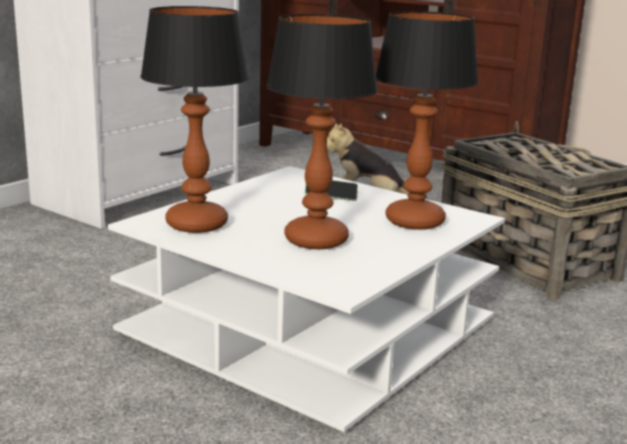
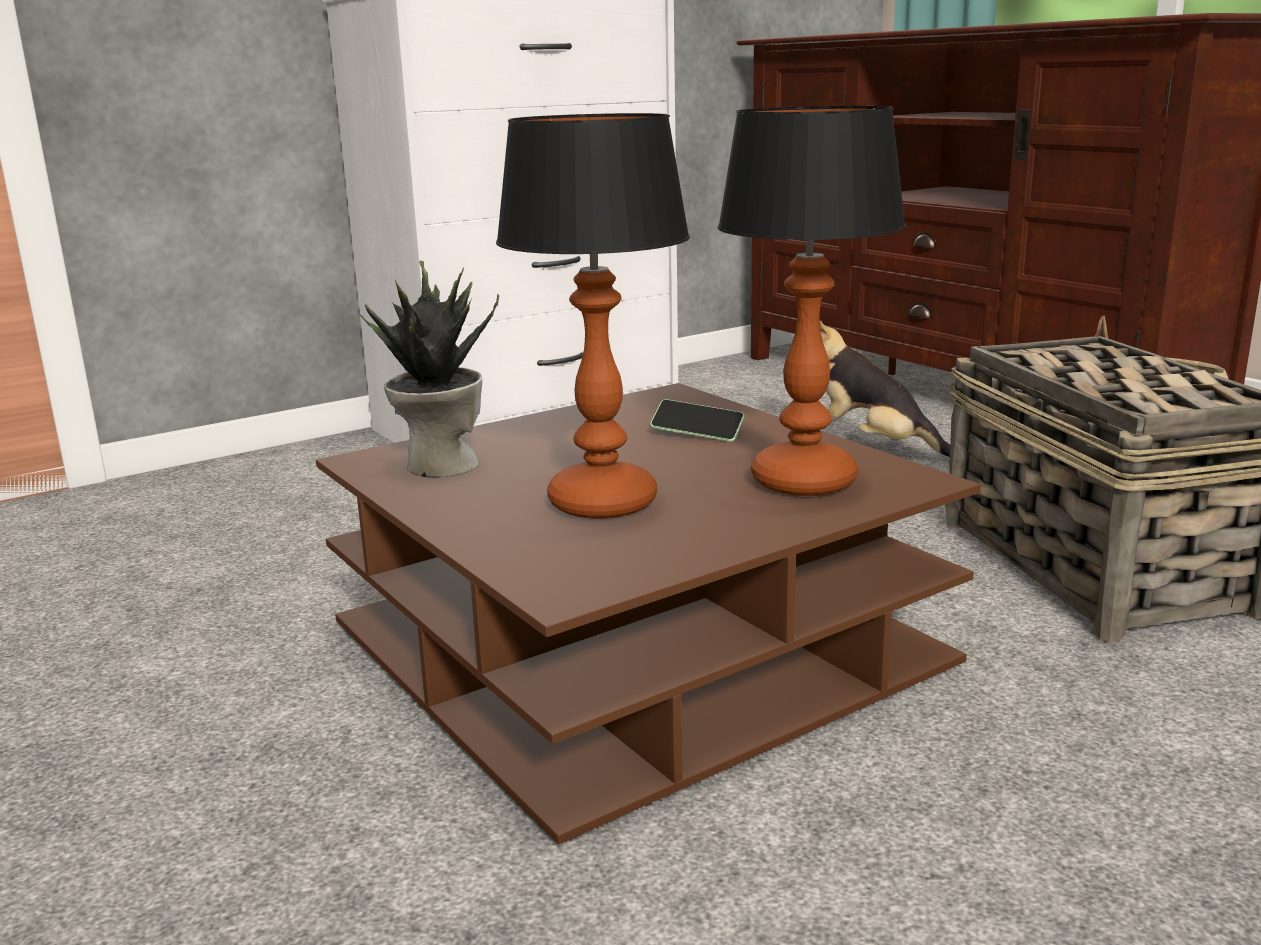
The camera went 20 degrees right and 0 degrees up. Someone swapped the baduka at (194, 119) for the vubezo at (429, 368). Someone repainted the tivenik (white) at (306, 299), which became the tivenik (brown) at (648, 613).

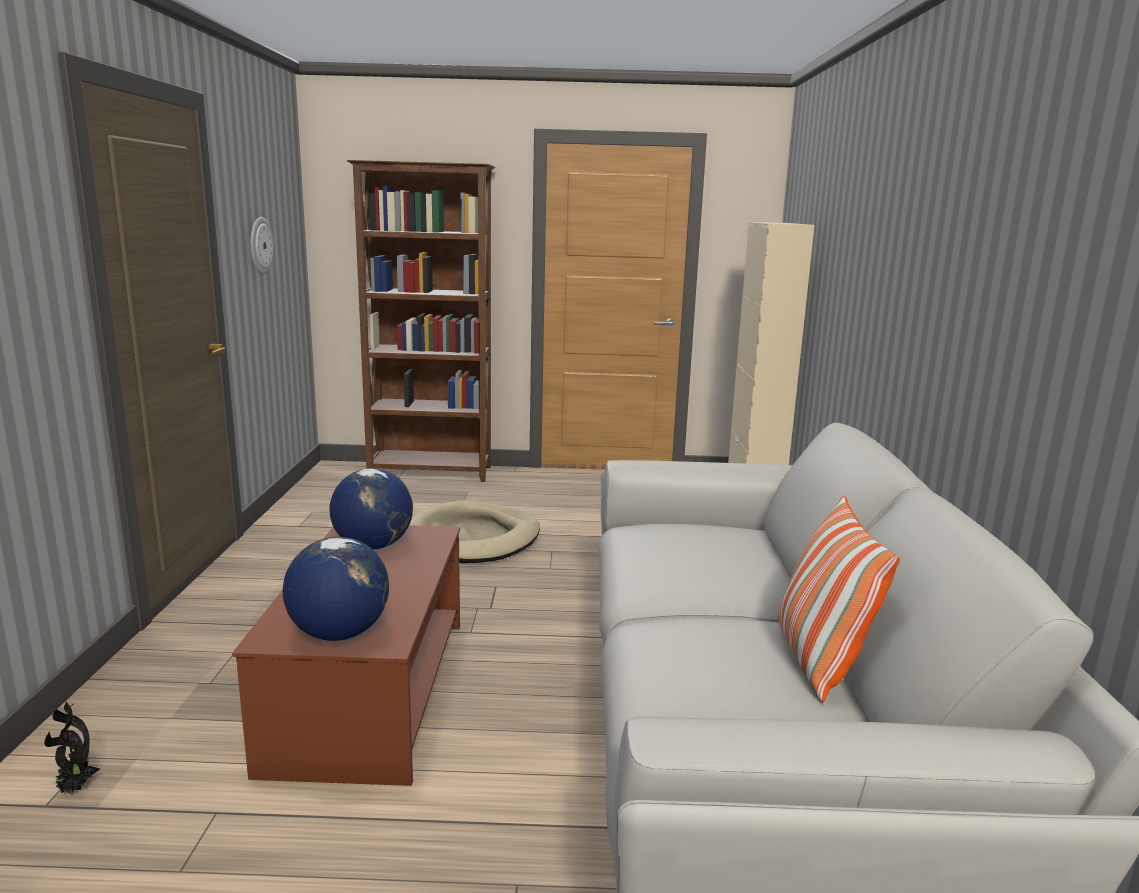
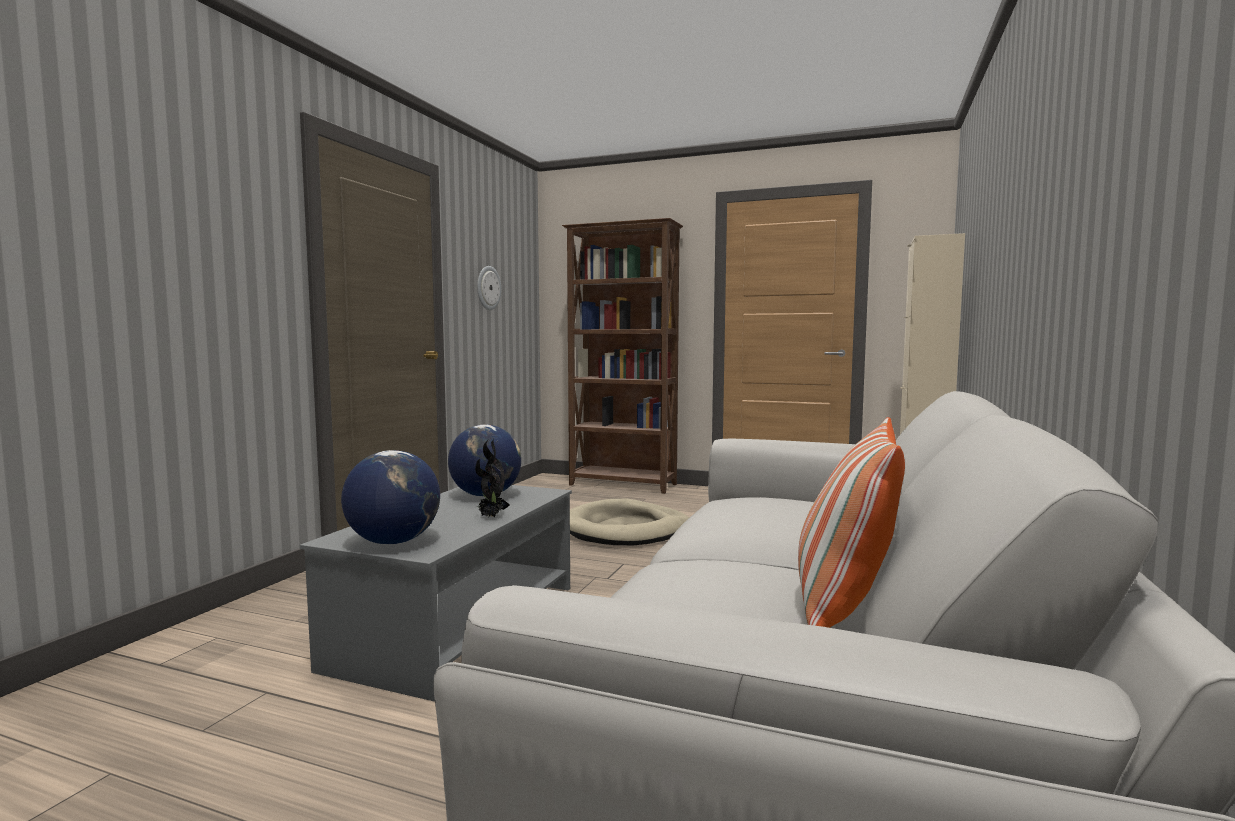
The camera went 20 degrees right and 10 degrees down. Someone repainted the tivenik (brown) at (346, 655), which became the tivenik (grey) at (436, 593). Someone carried the vubezo from (72, 747) to (492, 477).

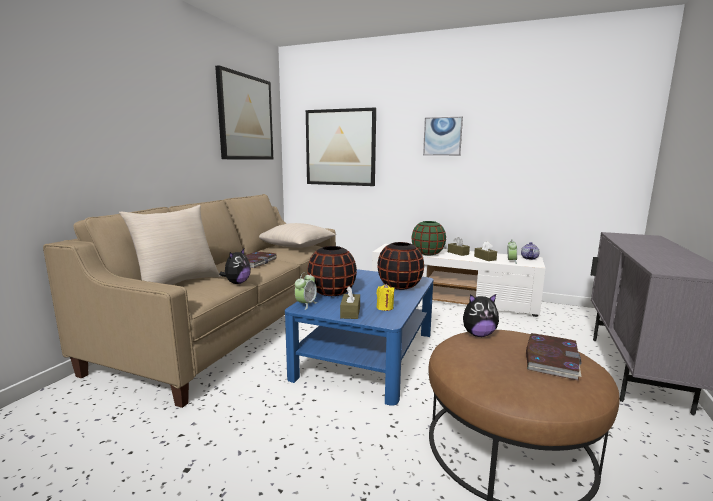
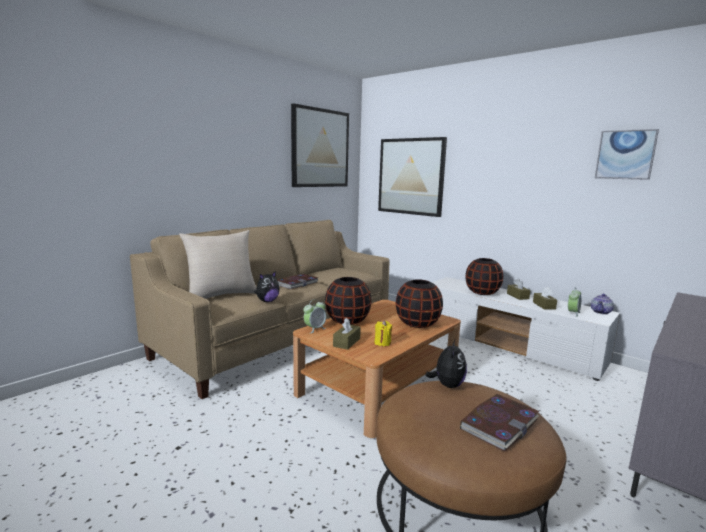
The camera went 20 degrees right and 0 degrees up. Someone carried the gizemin from (443, 136) to (627, 154). Someone repainted the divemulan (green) at (429, 238), which became the divemulan (black) at (484, 276). Someone took away the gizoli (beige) at (297, 235). Someone repainted the tivenik (blue) at (359, 337), which became the tivenik (brown) at (377, 369). Someone rotated the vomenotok at (481, 315) by 90 degrees counterclockwise.

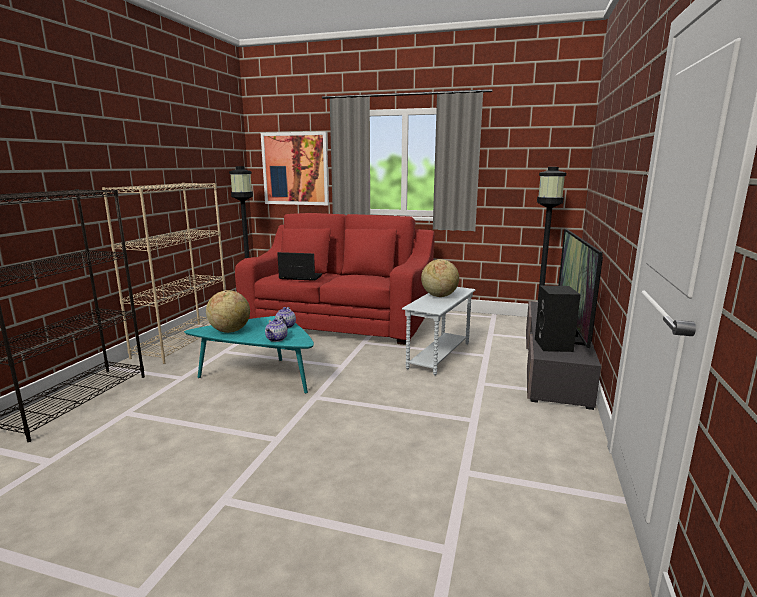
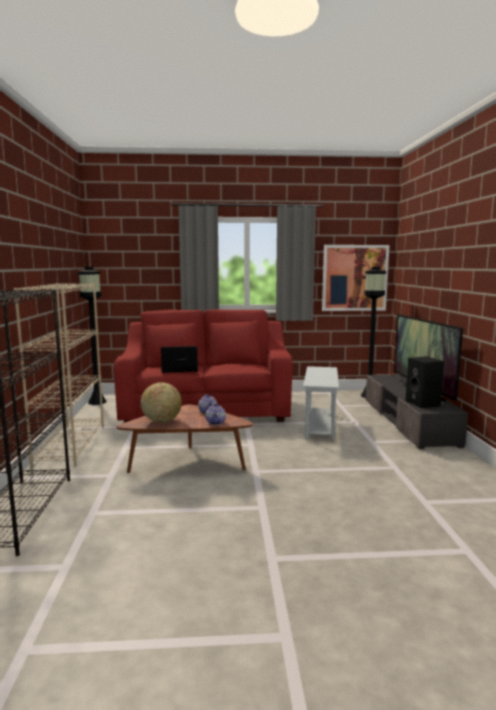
The camera went 20 degrees left and 5 degrees down. Someone carried the gizemin from (295, 168) to (356, 278). Someone took away the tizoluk at (440, 278). Someone repainted the tivenik (turquoise) at (249, 354), which became the tivenik (brown) at (185, 439).

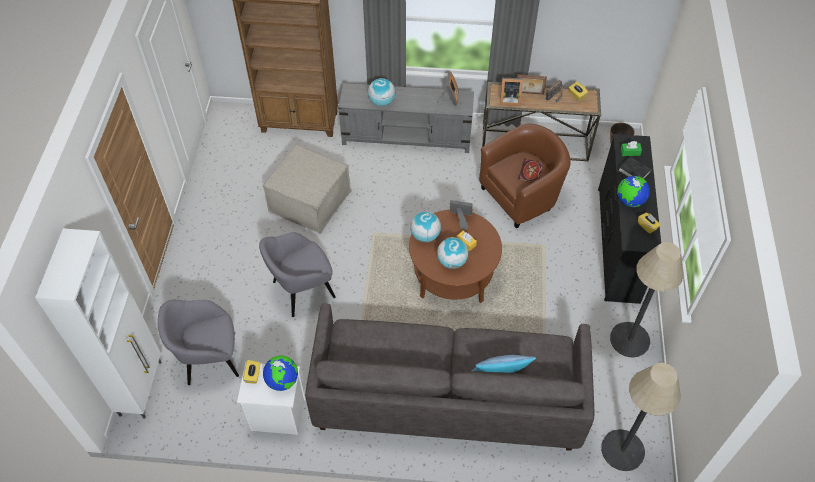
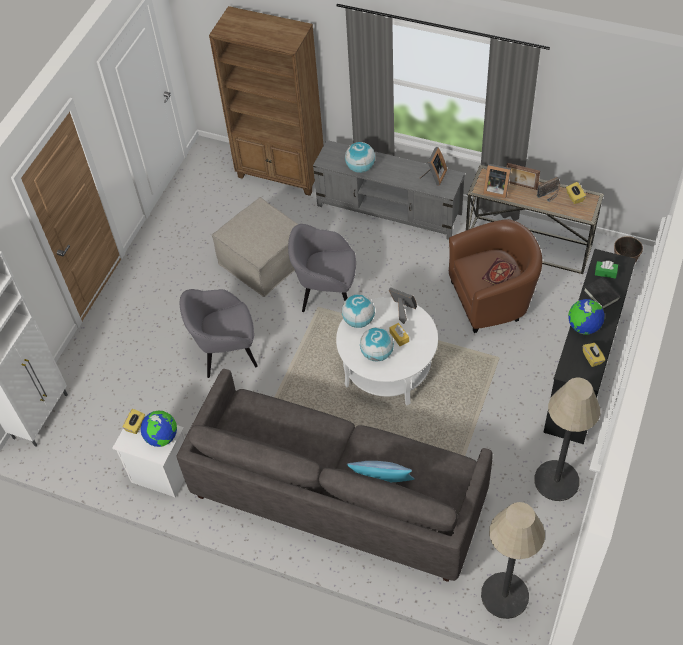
The camera went 20 degrees right and 0 degrees up. Someone repainted the tivenik (brown) at (455, 256), which became the tivenik (white) at (387, 351). Someone carried the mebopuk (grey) from (198, 342) to (322, 268).

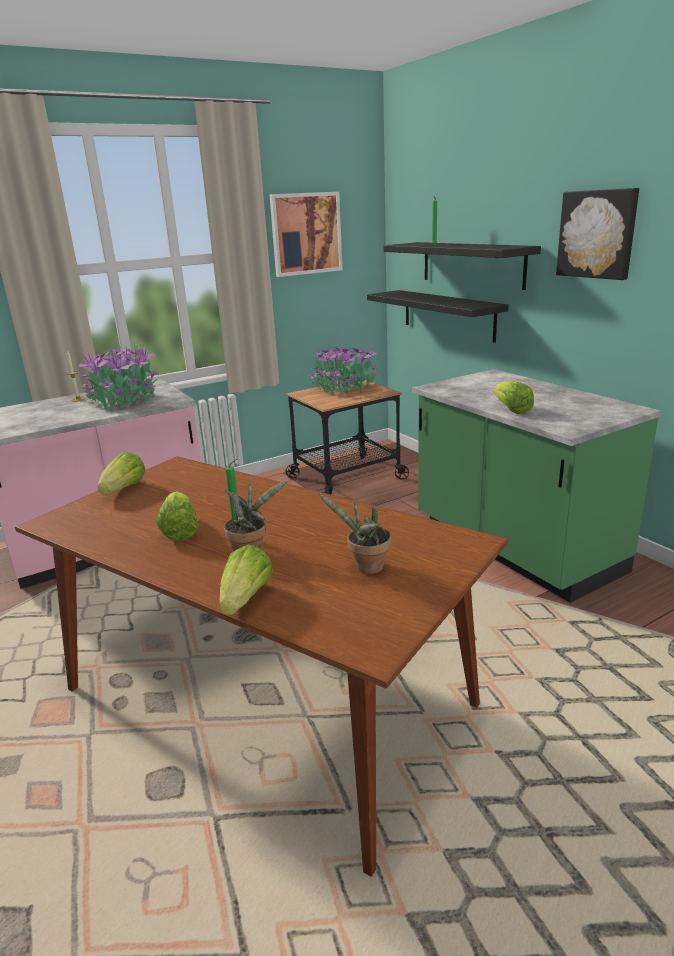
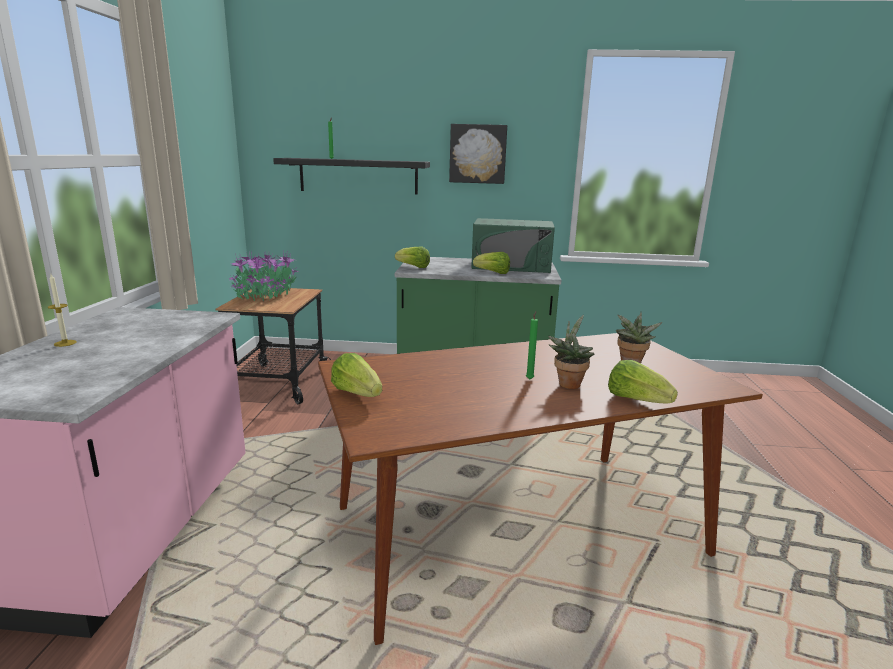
The camera went 55 degrees left and 5 degrees down. Someone took away the gizemin at (306, 234). Someone took away the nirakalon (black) at (438, 316). Someone took away the vubezo at (119, 376). Someone carried the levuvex from (177, 516) to (412, 257). Someone put down the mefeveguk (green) at (513, 245).

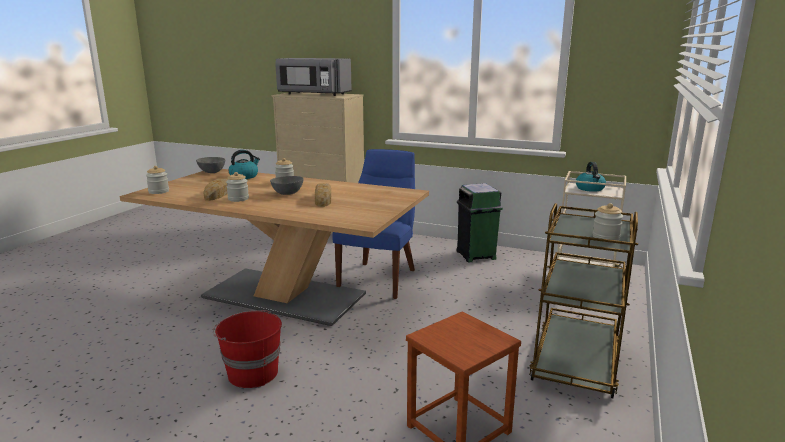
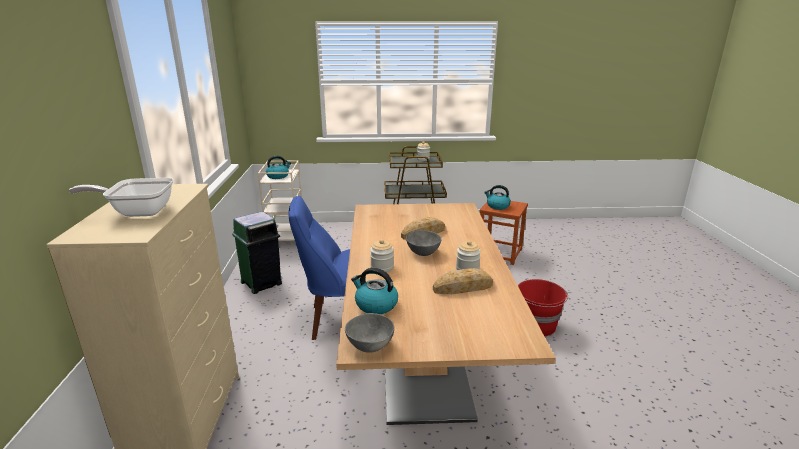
The camera went 115 degrees left and 5 degrees up. Someone swapped the mefeveguk (grey) at (313, 77) for the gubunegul at (121, 197). Someone took away the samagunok at (157, 180). Someone put down the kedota at (497, 197).

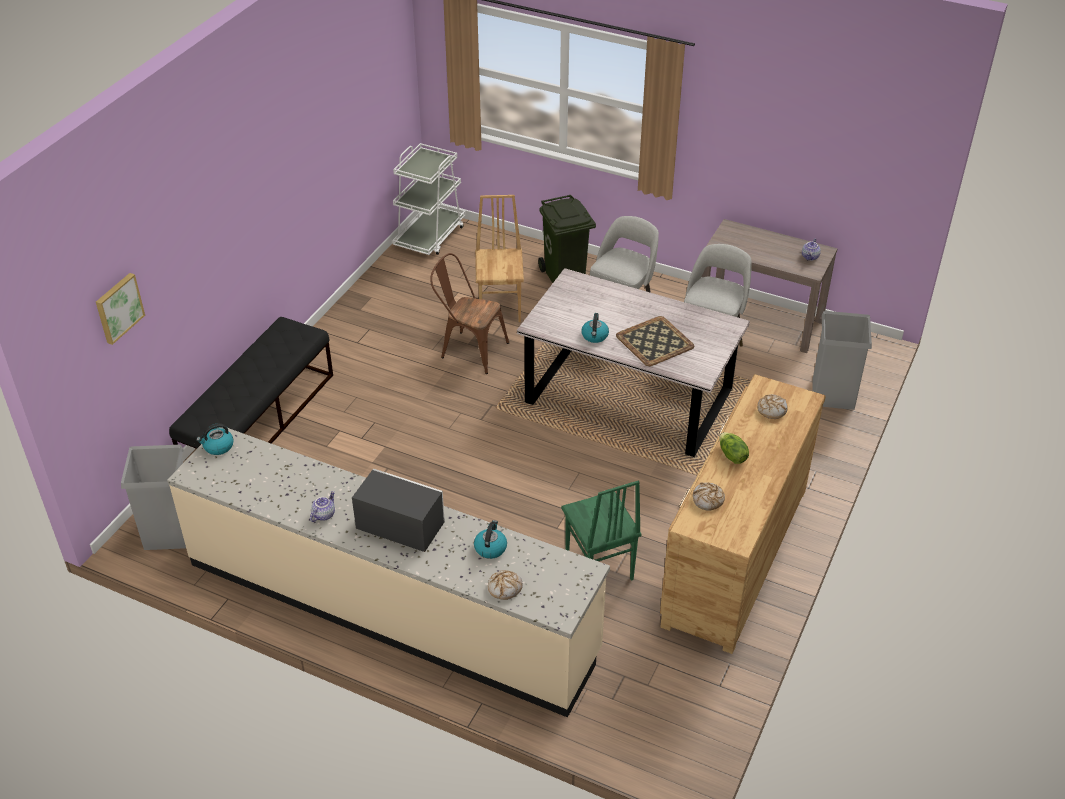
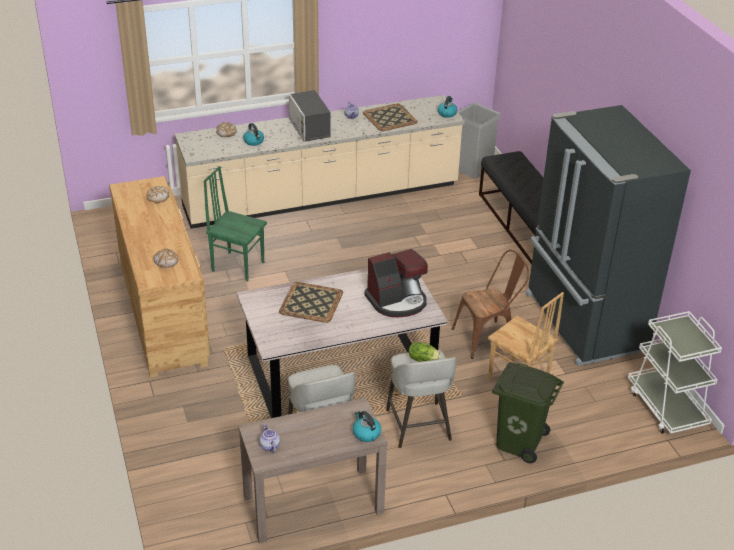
The camera went 135 degrees right and 5 degrees down. Someone took away the gizemin at (120, 309). Someone took away the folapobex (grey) at (842, 360). Someone carried the kedota from (595, 328) to (367, 426). Someone carried the levuvex from (734, 448) to (425, 352). Someone rotated the mefeveguk at (398, 510) by 90 degrees clockwise. Someone put down the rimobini at (390, 117). Someone put down the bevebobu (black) at (608, 235). Someone put down the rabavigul at (396, 283).

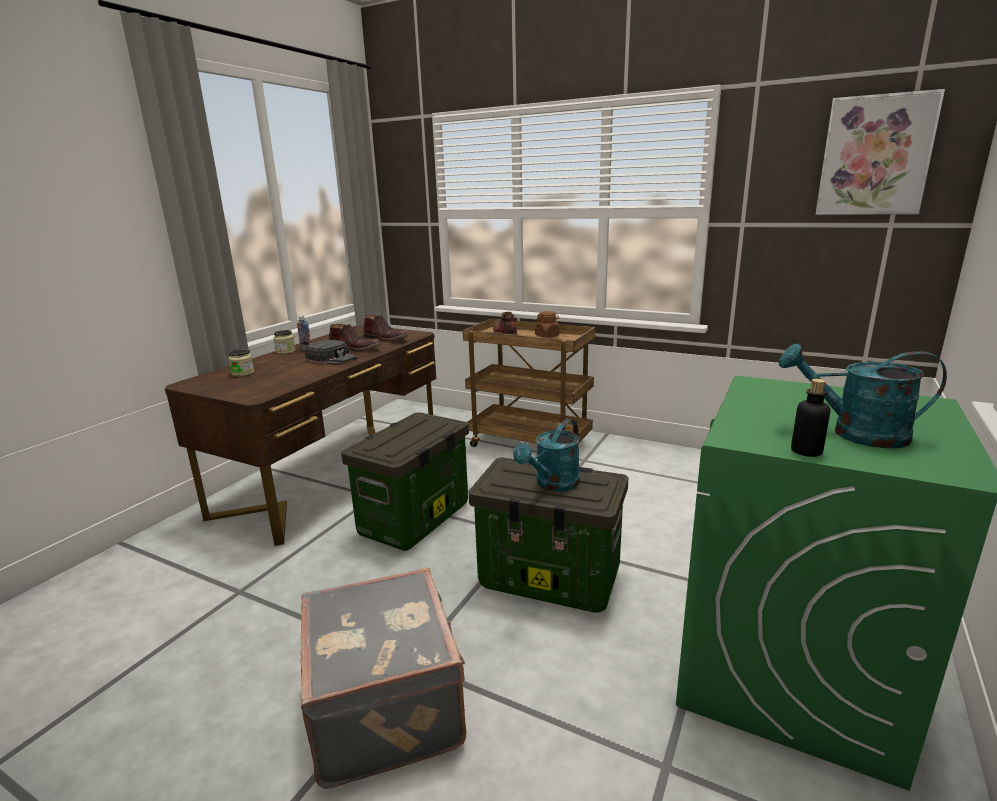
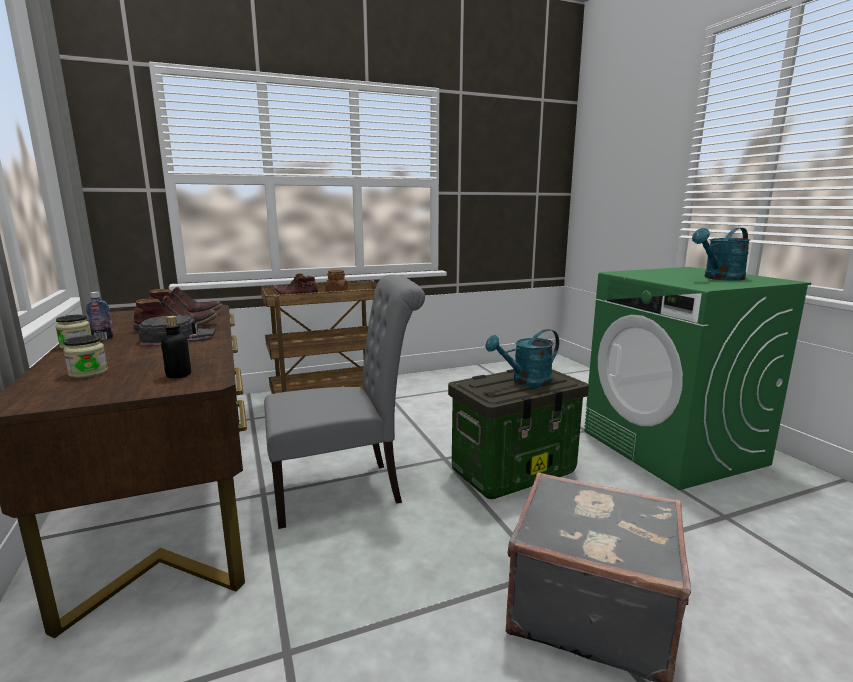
The camera went 50 degrees left and 5 degrees down. Someone took away the gizemin at (880, 152). Someone carried the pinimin from (810, 418) to (176, 347). Someone swapped the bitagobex at (405, 481) for the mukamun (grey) at (344, 401). Someone rotated the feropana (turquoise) at (546, 455) by 75 degrees clockwise.

